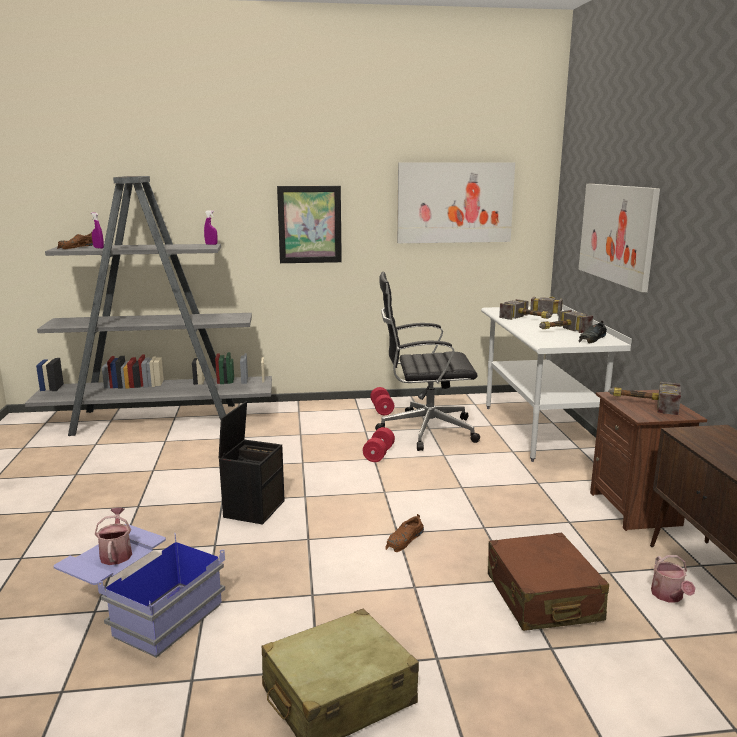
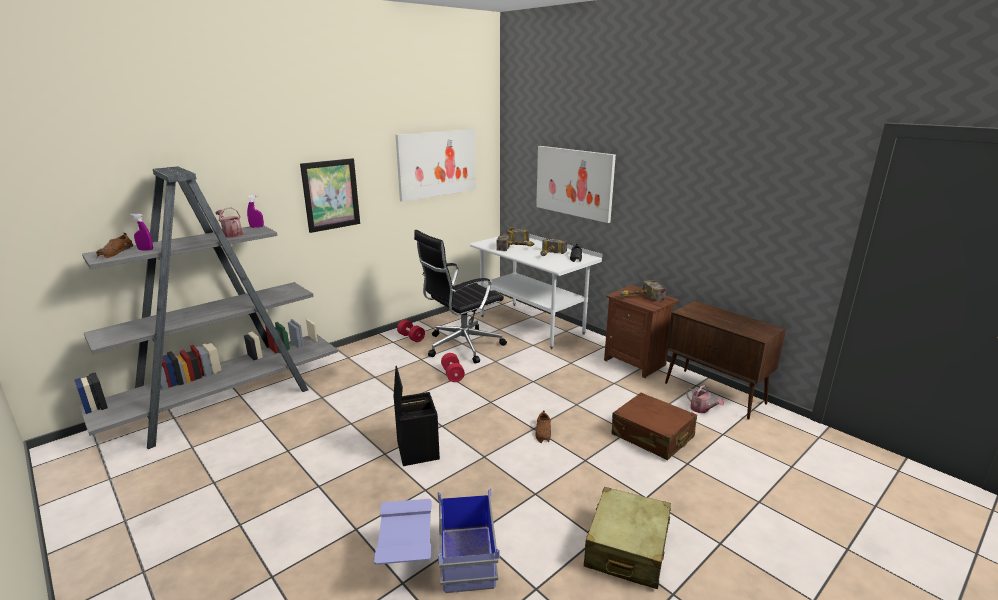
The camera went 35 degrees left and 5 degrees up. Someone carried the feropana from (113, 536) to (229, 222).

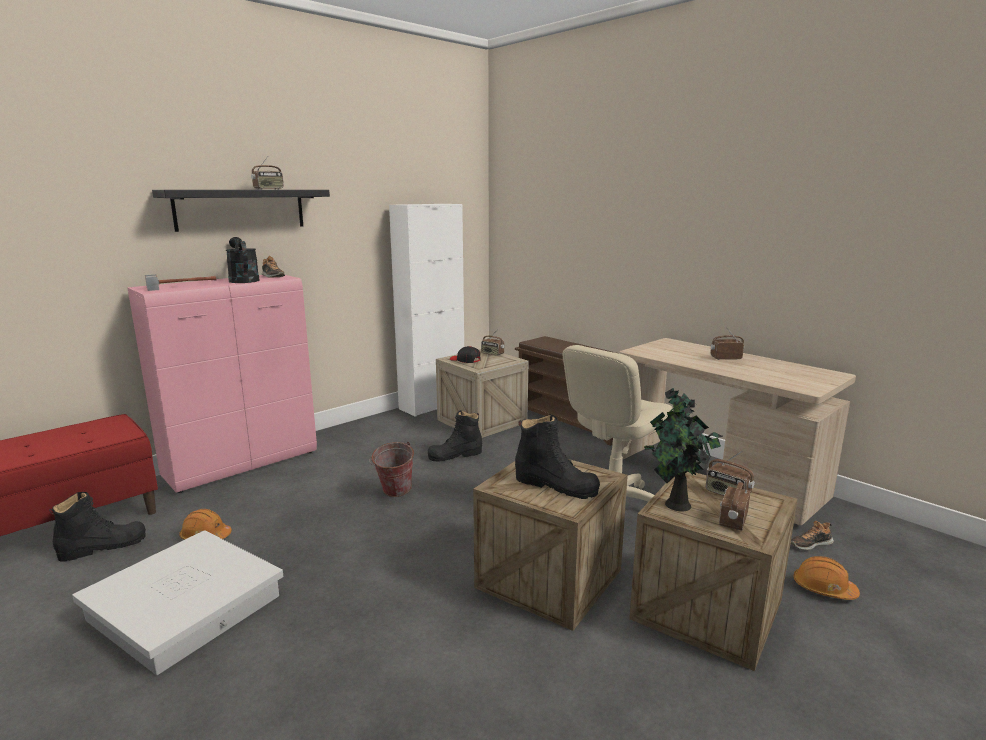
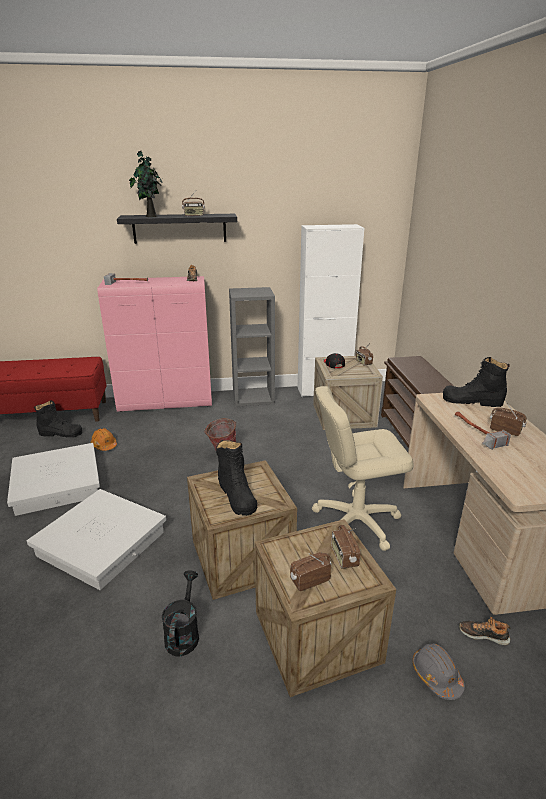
The camera went 35 degrees right and 10 degrees up. Someone carried the feropana (black) from (243, 260) to (180, 613). Someone carried the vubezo from (683, 449) to (146, 184). Someone carried the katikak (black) from (455, 436) to (476, 382). Someone repainted the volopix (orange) at (827, 578), which became the volopix (grey) at (438, 672). Someone put down the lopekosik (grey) at (252, 347). Someone put down the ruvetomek at (483, 430). Someone put down the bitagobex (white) at (96, 539).

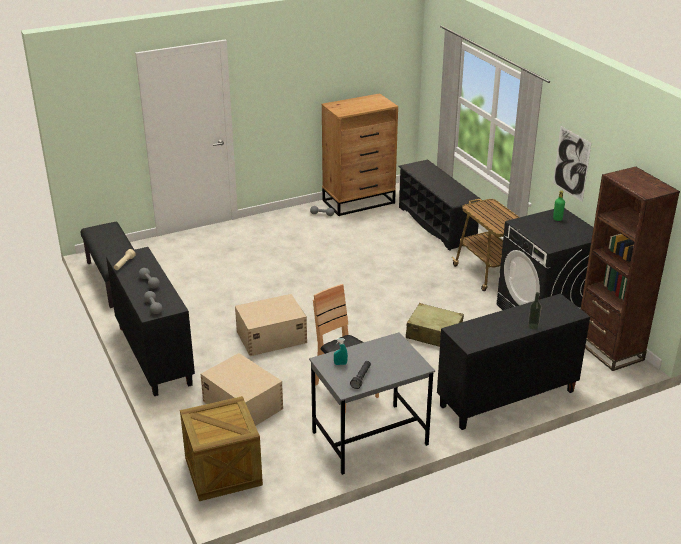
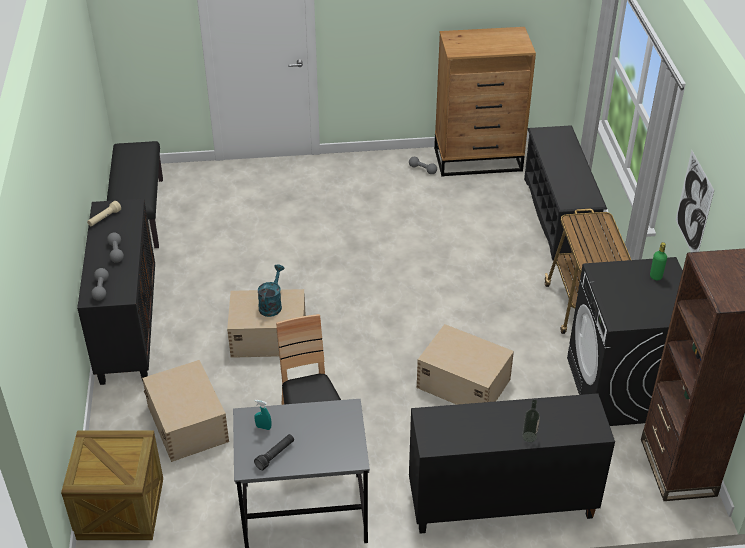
The camera went 20 degrees right and 10 degrees up. Someone swapped the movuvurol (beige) at (435, 325) for the bitagobex (beige) at (465, 364). Someone put down the feropana (turquoise) at (271, 290).

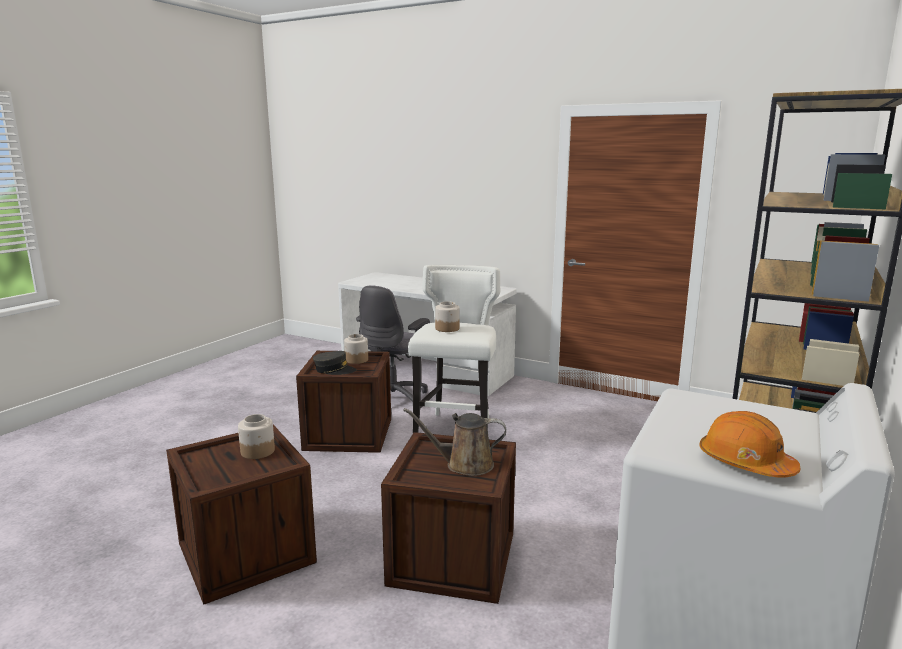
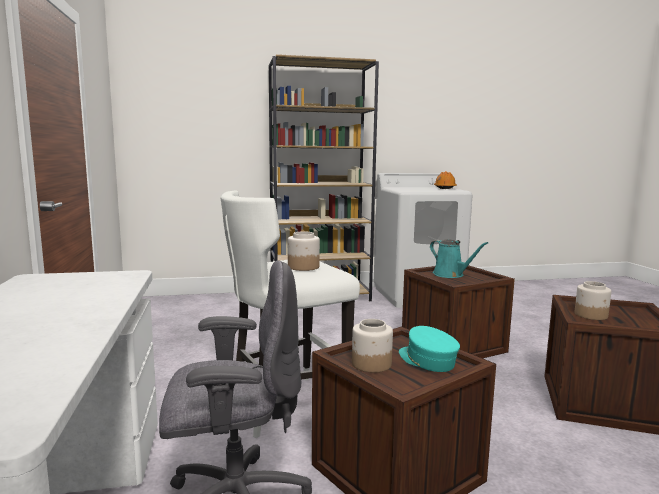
The camera went 130 degrees left and 5 degrees down. Someone repainted the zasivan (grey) at (335, 363), which became the zasivan (turquoise) at (429, 349). Someone repainted the feropana (brown) at (454, 442), which became the feropana (turquoise) at (459, 258).

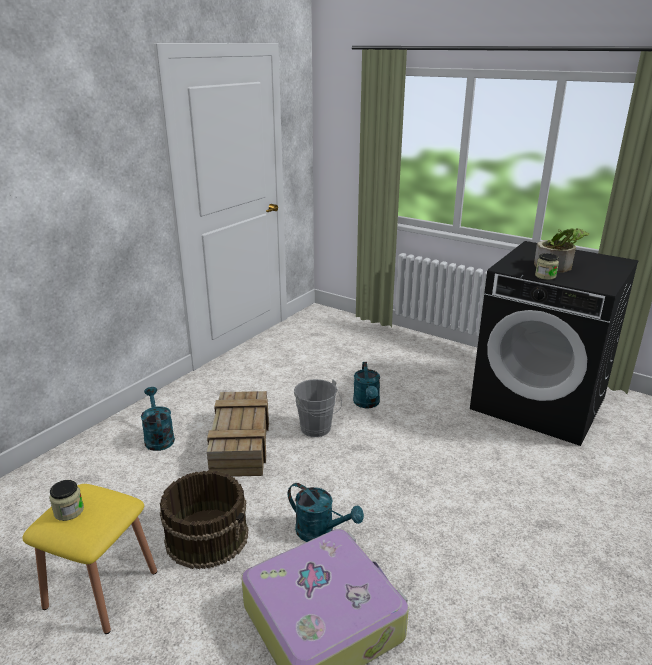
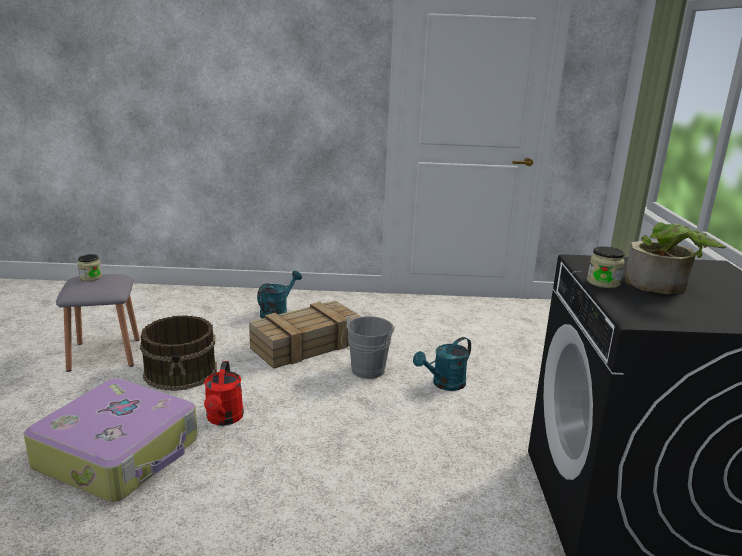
The camera went 55 degrees right and 5 degrees down. Someone repainted the feropana (turquoise) at (326, 512), which became the feropana (red) at (224, 393). Someone repainted the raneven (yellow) at (89, 559), which became the raneven (grey) at (98, 323).

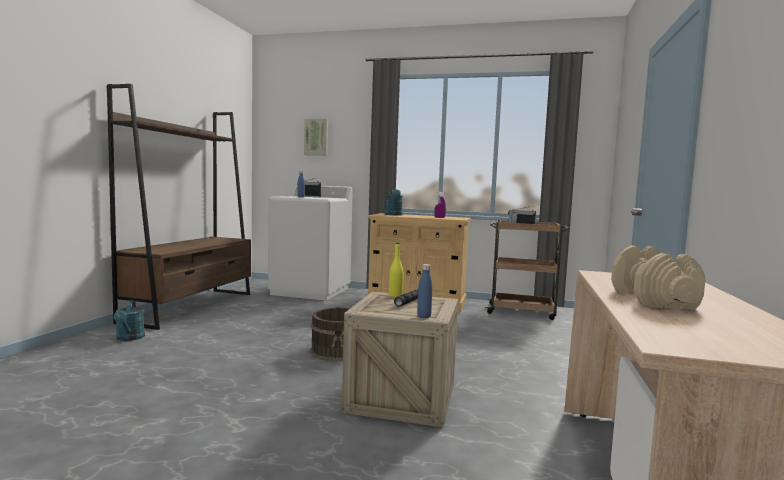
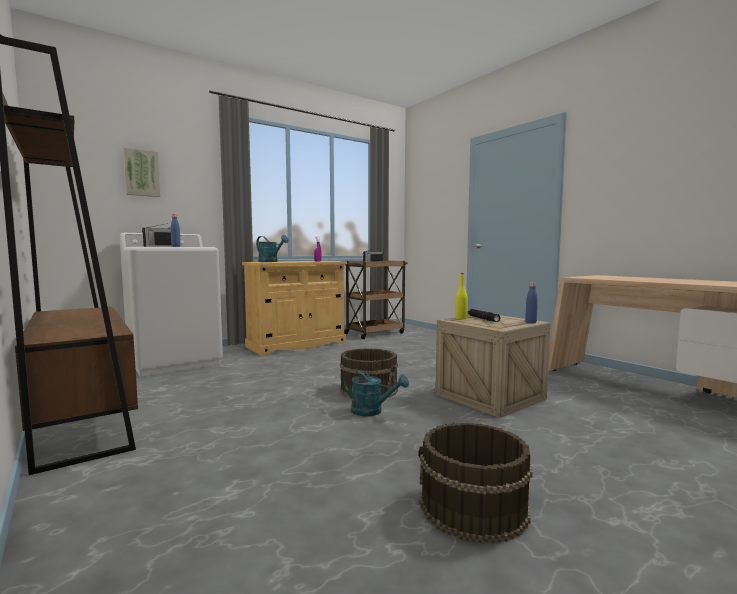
The camera went 50 degrees left and 0 degrees up. Someone took away the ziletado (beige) at (658, 277). Someone carried the feropana (turquoise) from (129, 320) to (376, 392). Someone put down the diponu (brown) at (475, 483).

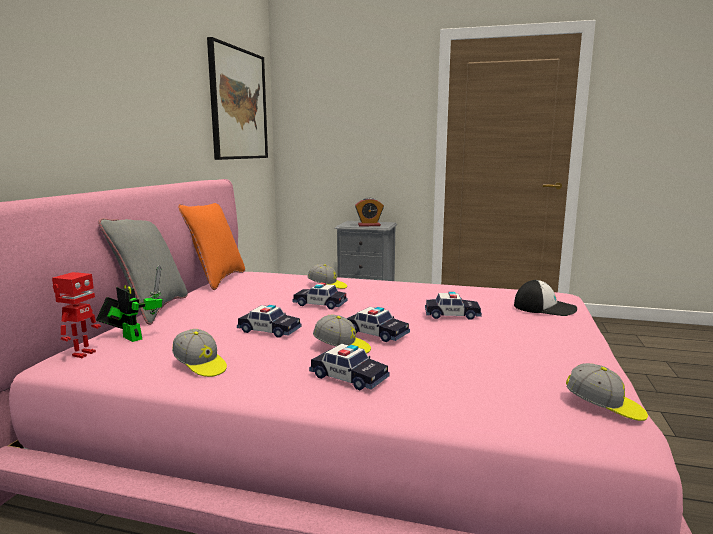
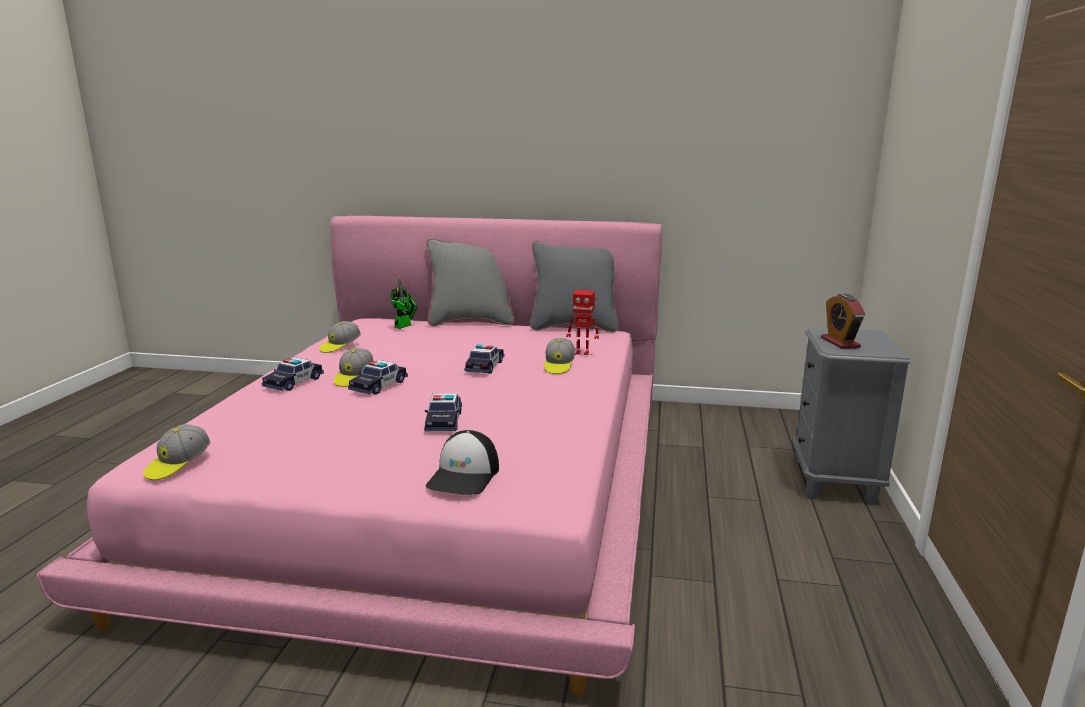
The camera went 85 degrees right and 5 degrees up. Someone took away the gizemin at (237, 98). Someone repainted the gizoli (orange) at (211, 246), which became the gizoli (grey) at (574, 286). Someone carried the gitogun from (76, 315) to (582, 322). Someone took away the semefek at (269, 321).

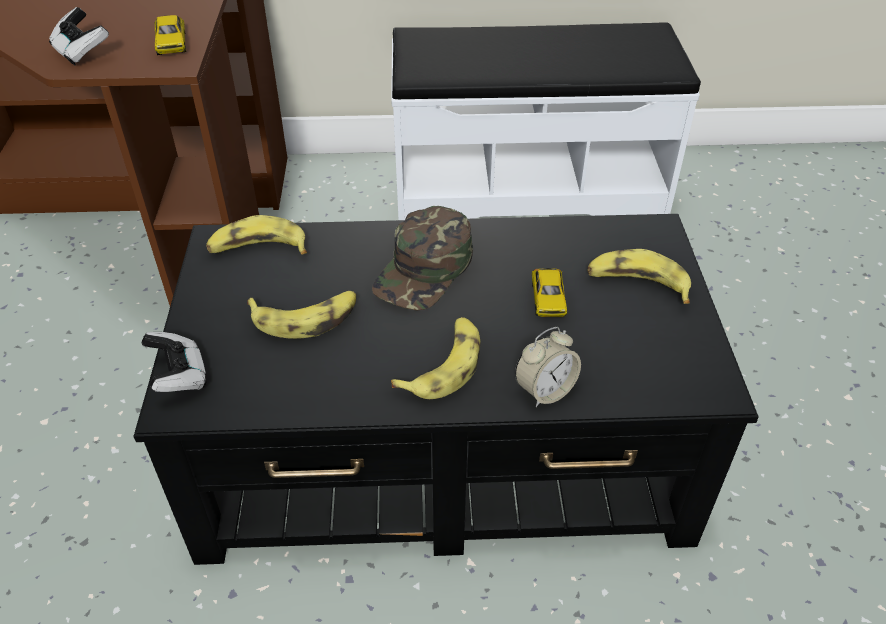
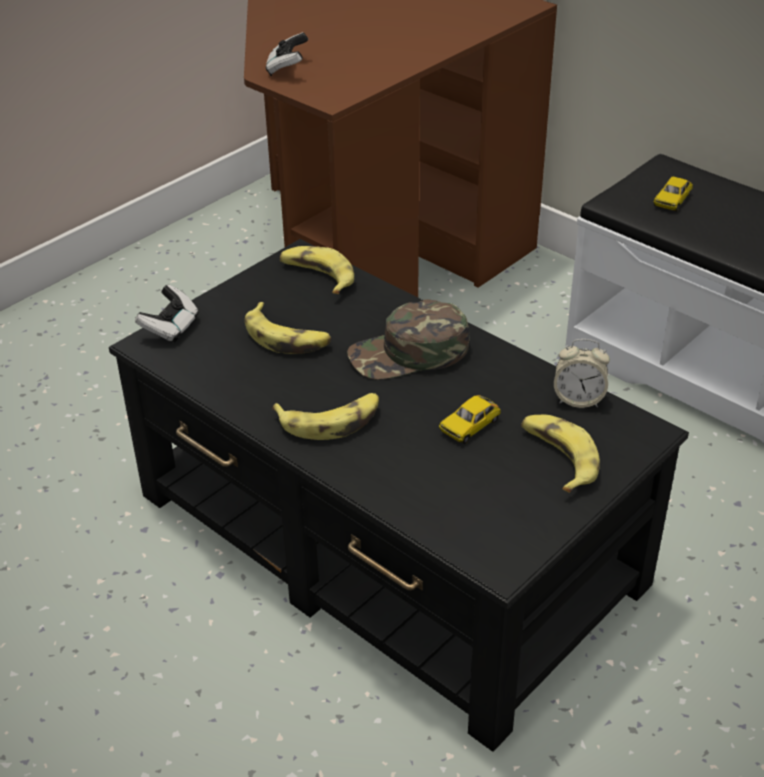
The camera went 45 degrees right and 5 degrees down. Someone carried the semefek from (170, 35) to (673, 194). Someone carried the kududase from (548, 367) to (582, 373).

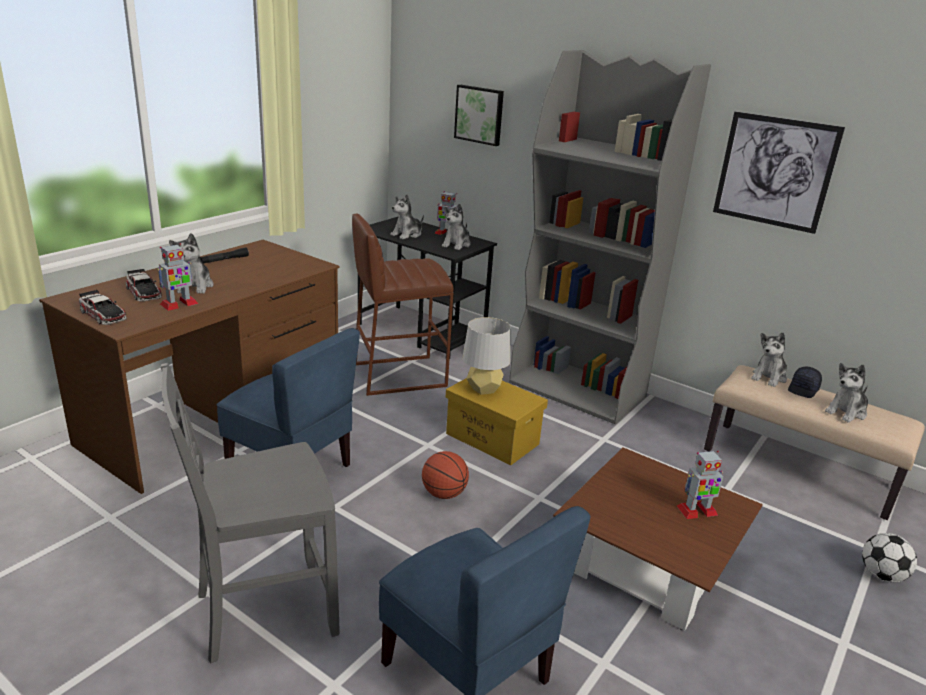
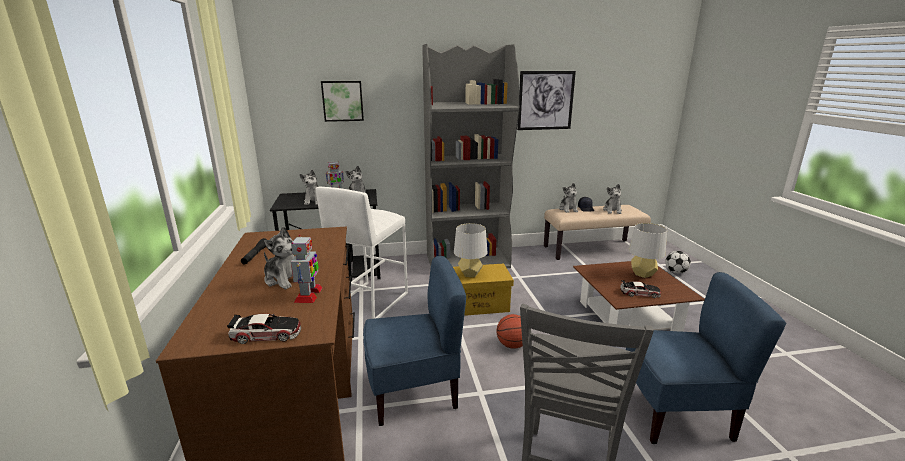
The camera went 45 degrees left and 5 degrees down. Someone repainted the raneven (brown) at (402, 305), which became the raneven (white) at (362, 253). Someone carried the semefek from (144, 285) to (640, 289). Someone swapped the gitogun at (700, 484) for the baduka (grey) at (647, 250).

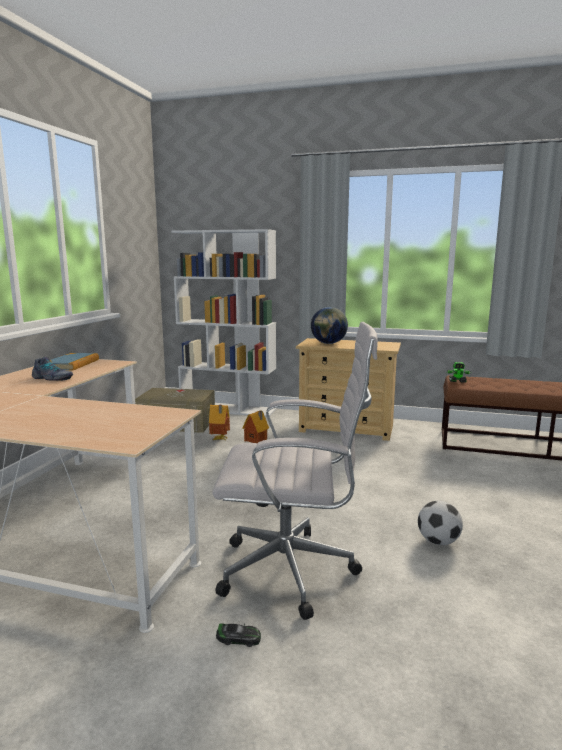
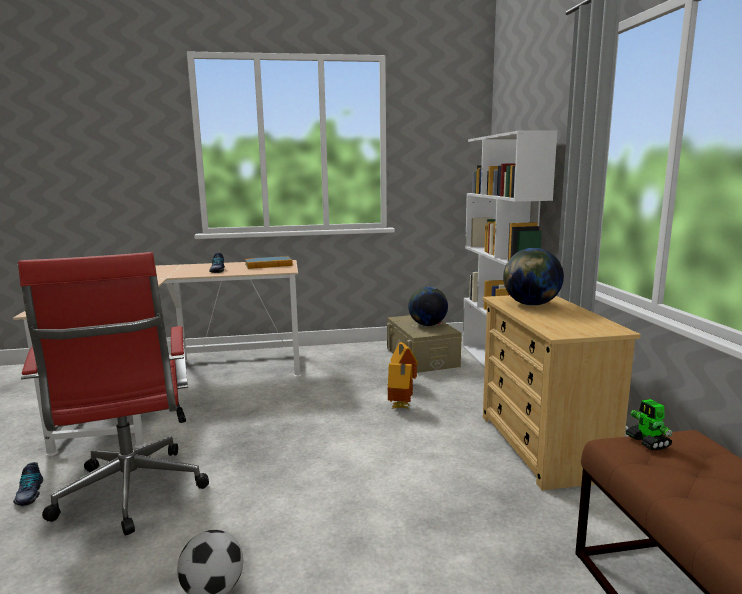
The camera went 65 degrees right and 0 degrees up. Someone repainted the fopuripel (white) at (295, 471), which became the fopuripel (red) at (113, 394). Someone swapped the semefek at (238, 635) for the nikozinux at (28, 484). Someone put down the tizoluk at (428, 306).

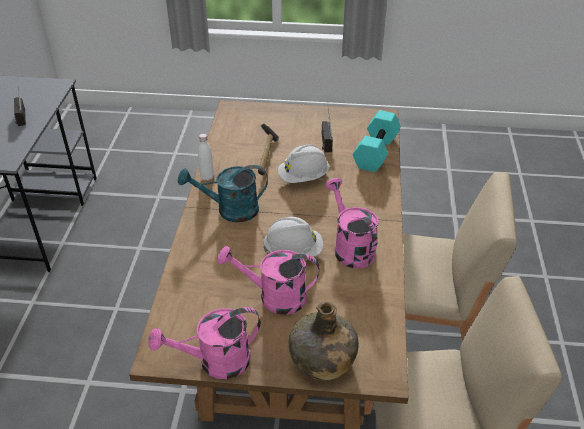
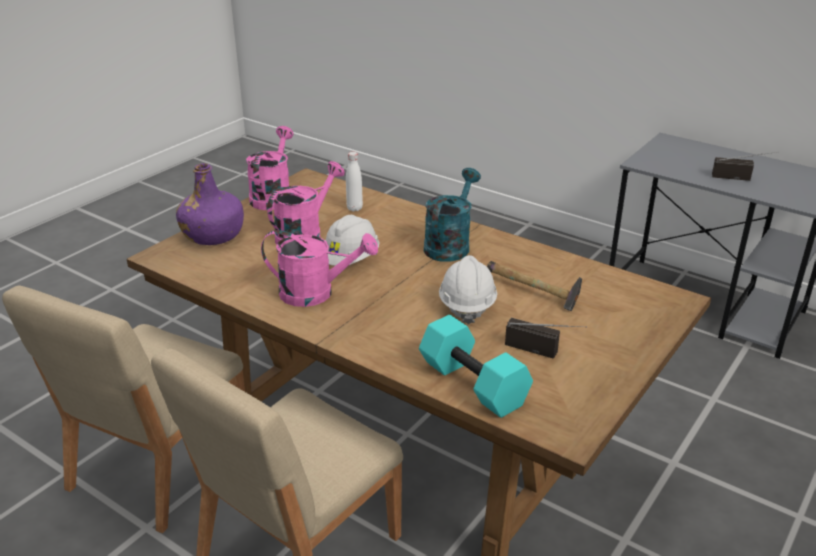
The camera went 120 degrees right and 10 degrees down. Someone carried the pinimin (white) from (206, 157) to (354, 181). Someone repainted the pinimin (green) at (324, 341), which became the pinimin (purple) at (210, 204).

